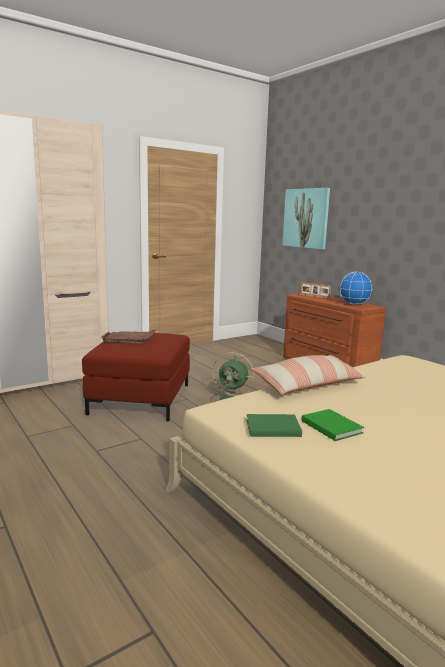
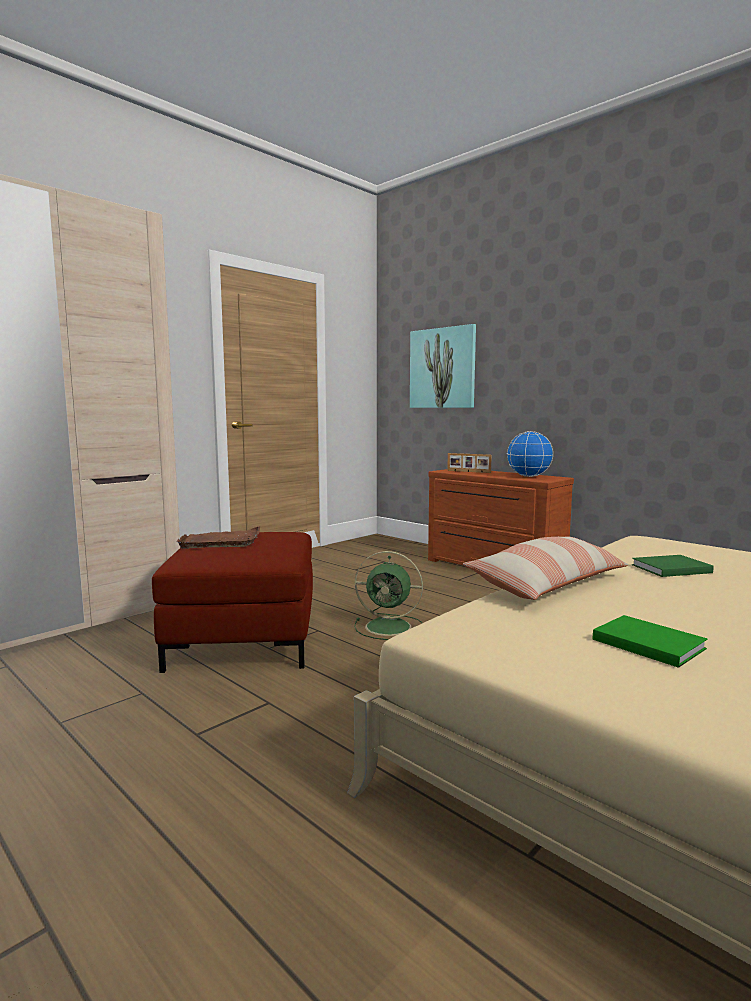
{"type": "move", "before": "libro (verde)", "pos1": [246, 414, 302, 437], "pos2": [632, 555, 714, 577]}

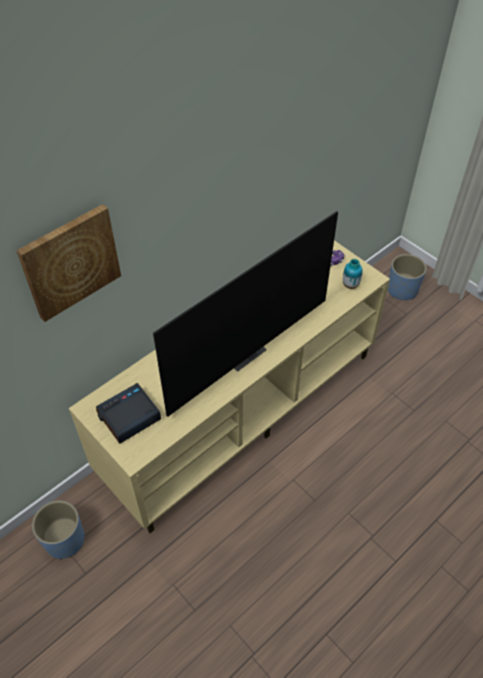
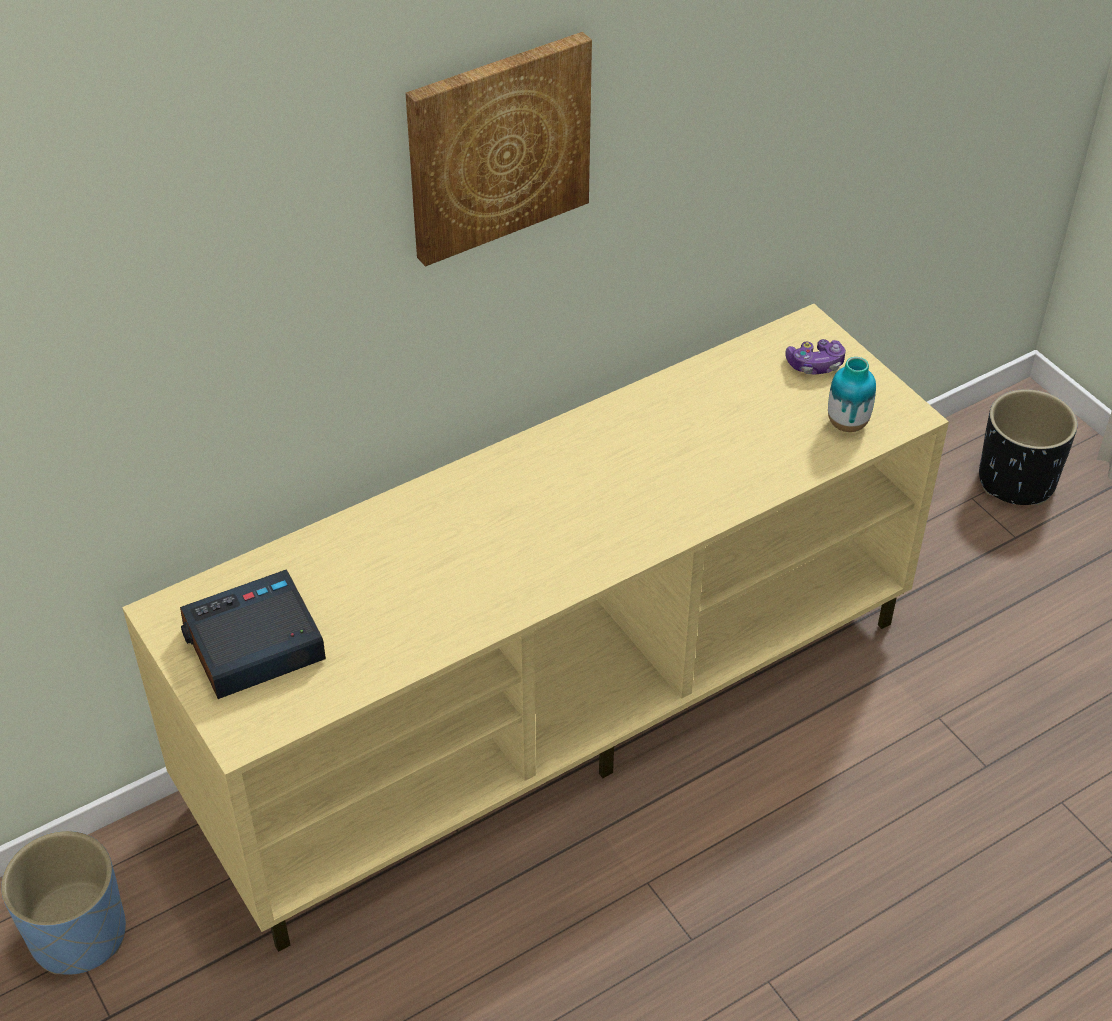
{"type": "delete", "before": "televisor", "pos1": [153, 211, 338, 417]}
{"type": "move", "before": "cuadro", "pos1": [16, 204, 121, 322], "pos2": [405, 32, 592, 267]}
{"type": "recolor", "before": "maceta (azul)", "after": "maceta (negro)", "pos1": [388, 254, 427, 300], "pos2": [979, 389, 1078, 505]}

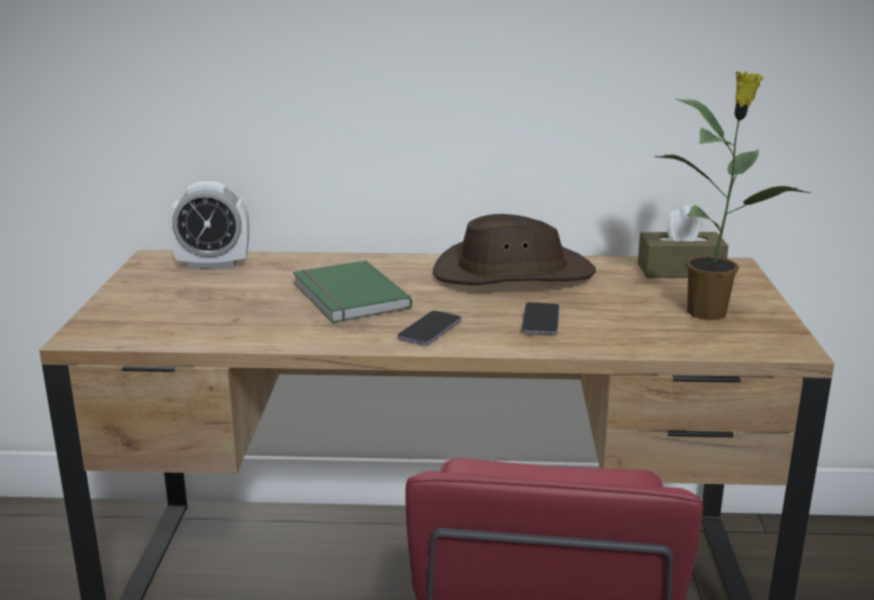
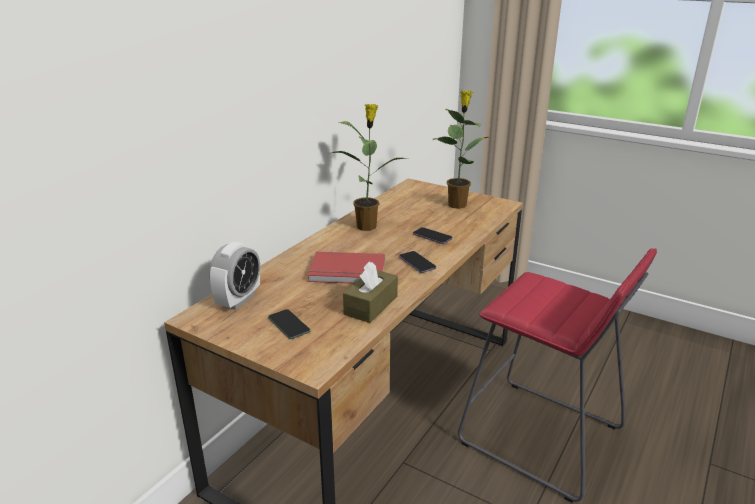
{"type": "insert", "after": "móvil", "pos2": [268, 309, 311, 339]}
{"type": "move", "before": "caja de pañuelos (marrón)", "pos1": [638, 205, 729, 278], "pos2": [343, 261, 398, 323]}
{"type": "replace", "before": "sombrero (marrón)", "after": "planta en maceta", "pos1": [433, 214, 596, 285], "pos2": [332, 103, 409, 231]}
{"type": "recolor", "before": "libro (verde)", "after": "libro (rojo)", "pos1": [293, 260, 412, 323], "pos2": [307, 252, 385, 284]}

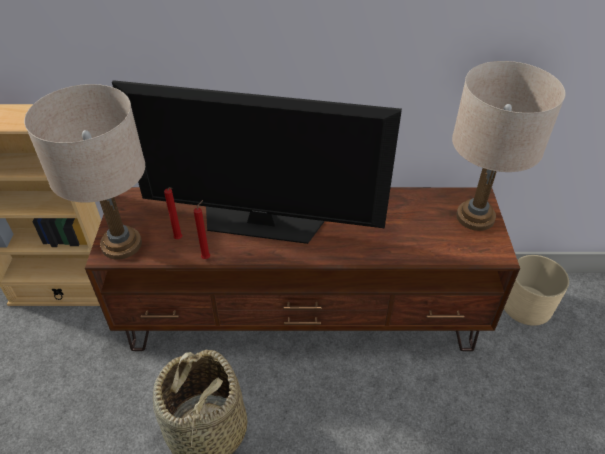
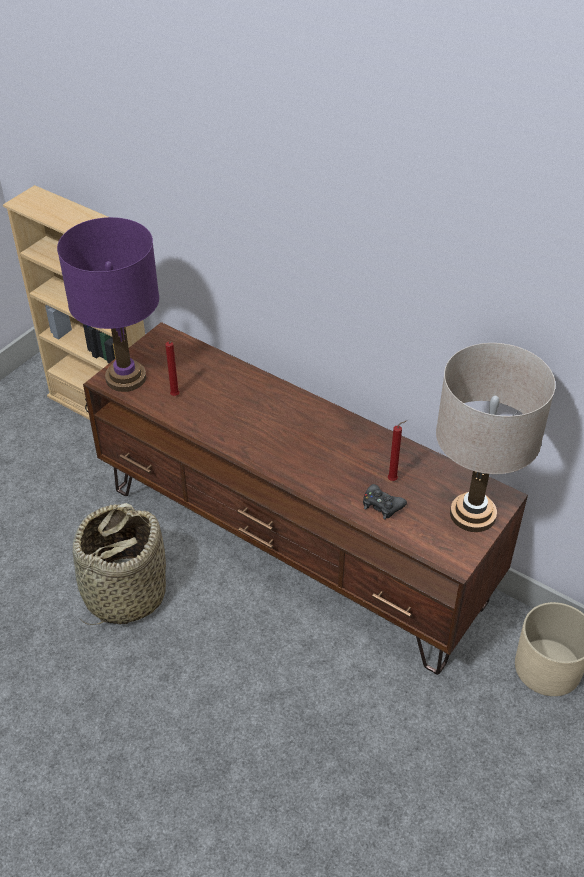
{"type": "delete", "before": "televisor", "pos1": [112, 80, 402, 244]}
{"type": "insert", "after": "mando de consola (negro)", "pos2": [363, 484, 407, 519]}
{"type": "move", "before": "vela (rojo)", "pos1": [194, 200, 210, 259], "pos2": [388, 420, 407, 481]}
{"type": "recolor", "before": "lámpara de mesa (beis)", "after": "lámpara de mesa (morado)", "pos1": [24, 84, 145, 260], "pos2": [57, 217, 159, 392]}

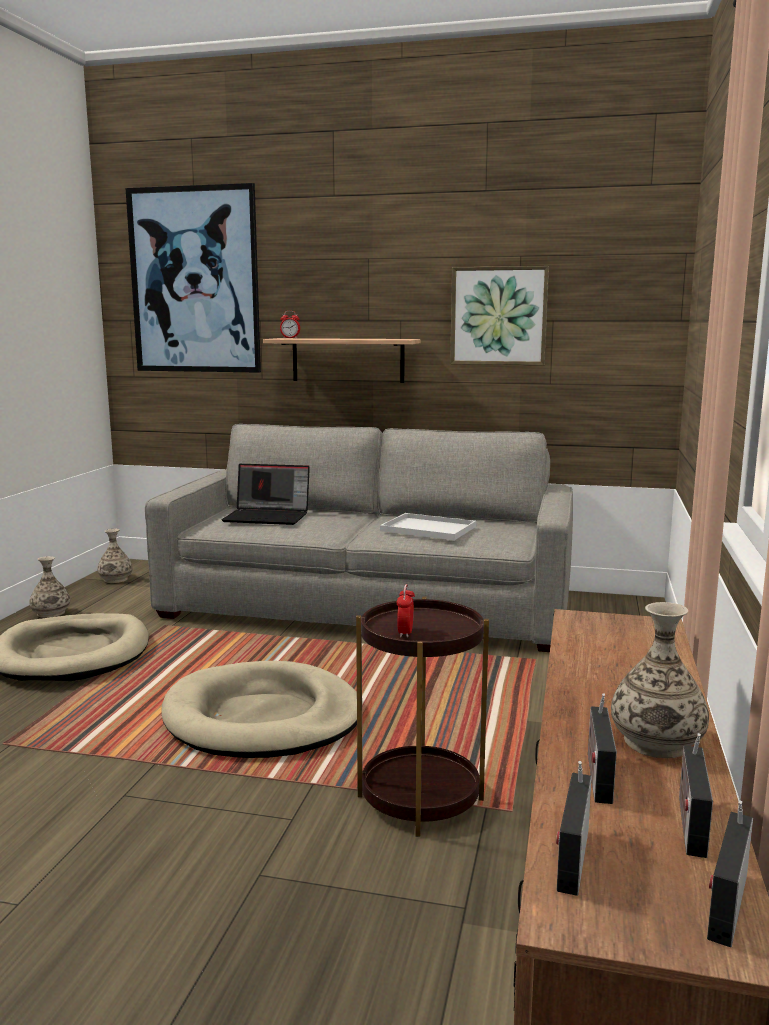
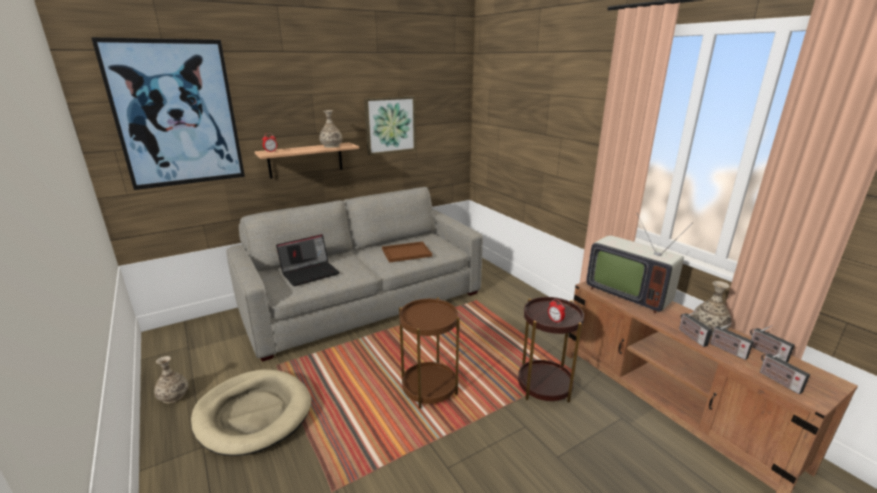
{"type": "insert", "after": "televisor", "pos2": [586, 213, 693, 314]}
{"type": "move", "before": "florero", "pos1": [97, 529, 133, 583], "pos2": [319, 110, 343, 148]}
{"type": "move", "before": "radio", "pos1": [707, 801, 753, 947], "pos2": [679, 310, 712, 347]}
{"type": "replace", "before": "cama para perro (beis)", "after": "mesa auxiliar (marrón)", "pos1": [161, 661, 357, 758], "pos2": [399, 298, 460, 409]}
{"type": "recolor", "before": "bandeja (blanco)", "after": "bandeja (marrón)", "pos1": [380, 513, 476, 540], "pos2": [382, 241, 432, 263]}

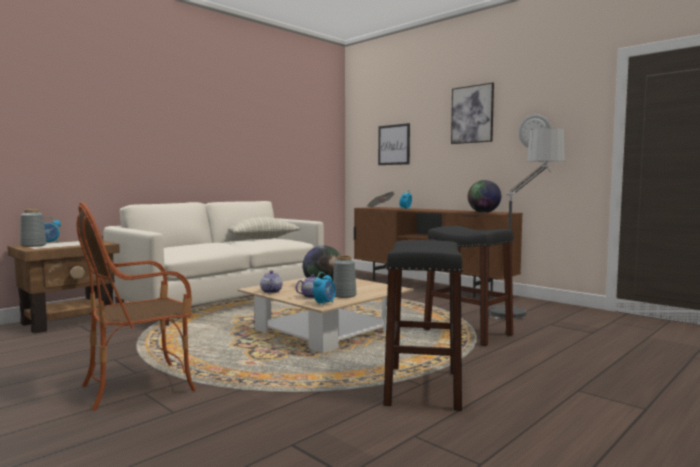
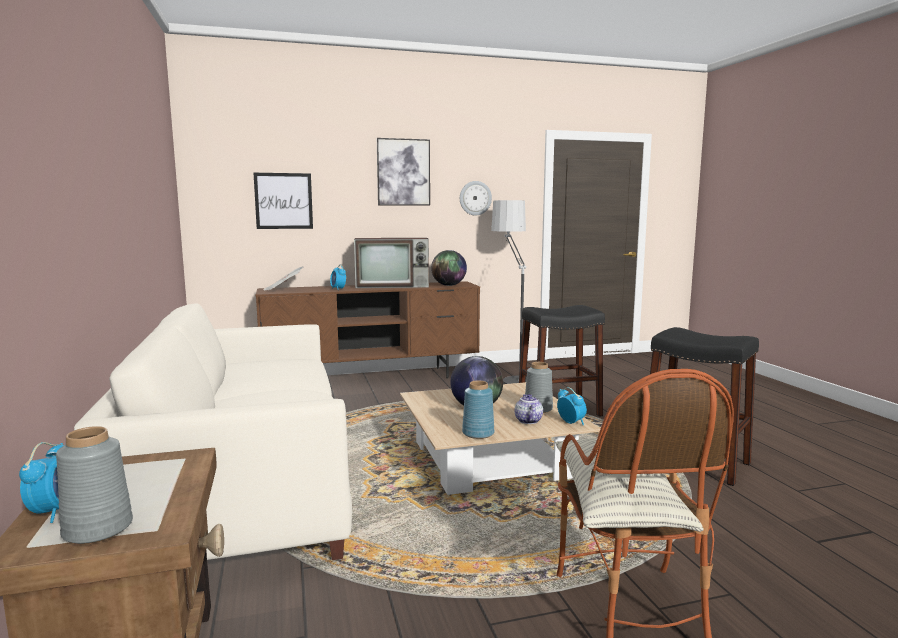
{"type": "insert", "after": "televisor", "pos2": [354, 238, 429, 289]}
{"type": "move", "before": "cojín", "pos1": [228, 217, 301, 239], "pos2": [555, 438, 704, 532]}
{"type": "replace", "before": "tetera", "after": "florero (azul)", "pos1": [260, 270, 283, 293], "pos2": [462, 381, 494, 439]}

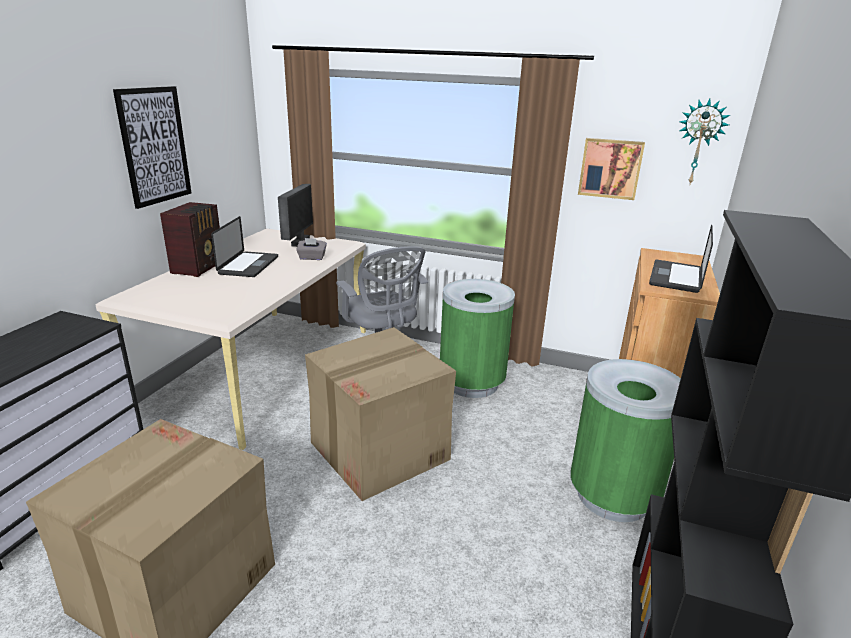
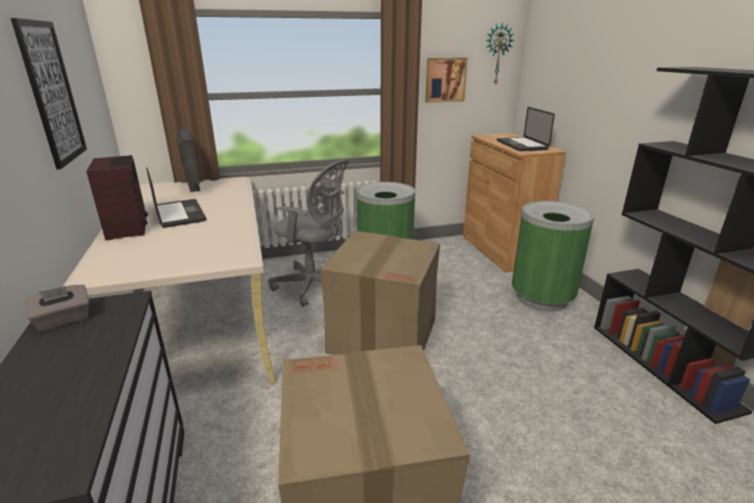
{"type": "move", "before": "caja de pañuelos (gris)", "pos1": [296, 238, 327, 260], "pos2": [25, 285, 89, 332]}

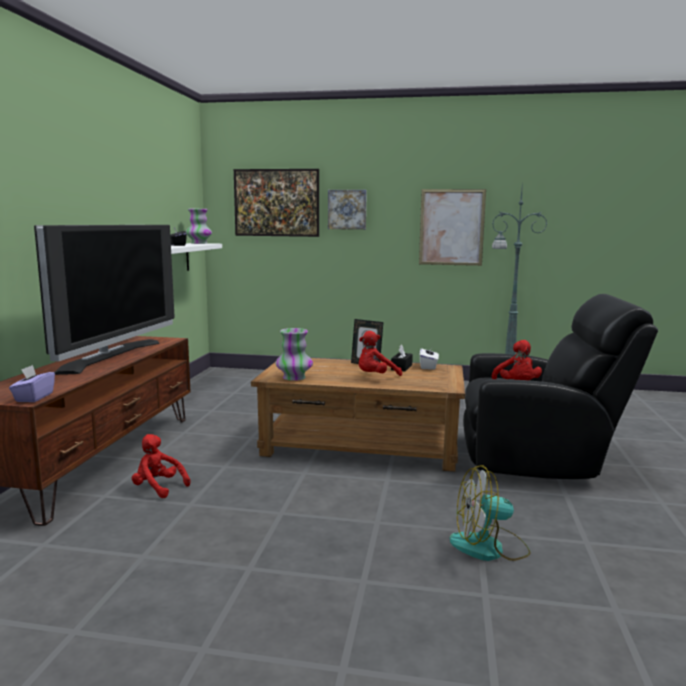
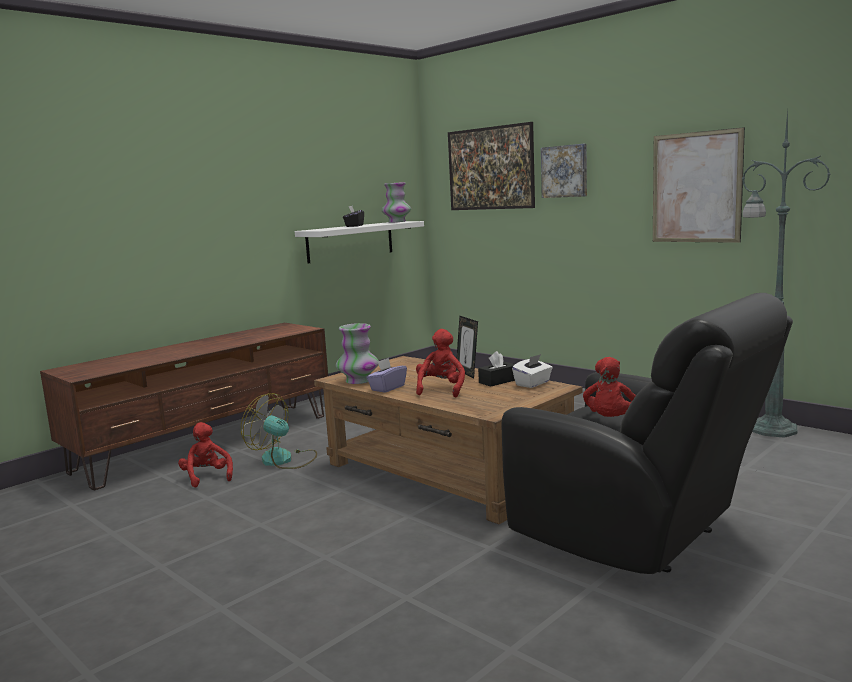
{"type": "delete", "before": "televisor", "pos1": [34, 225, 175, 375]}
{"type": "move", "before": "caja de pañuelos (morado)", "pos1": [9, 365, 55, 402], "pos2": [367, 358, 407, 393]}
{"type": "move", "before": "ventilador", "pos1": [450, 465, 530, 561], "pos2": [241, 393, 317, 469]}
{"type": "rotate", "before": "peluche (rojo)", "pos1": [359, 331, 402, 376], "pos2": [416, 329, 465, 397], "turn": 105}

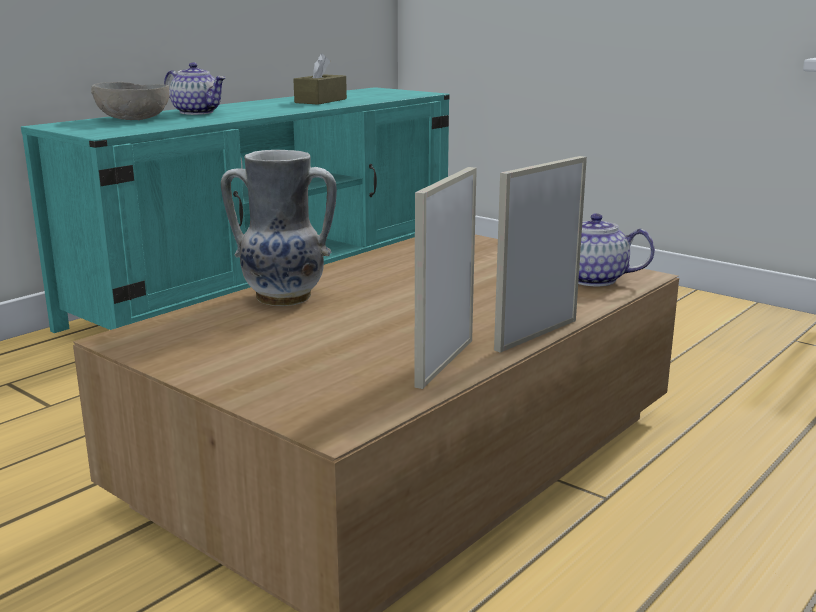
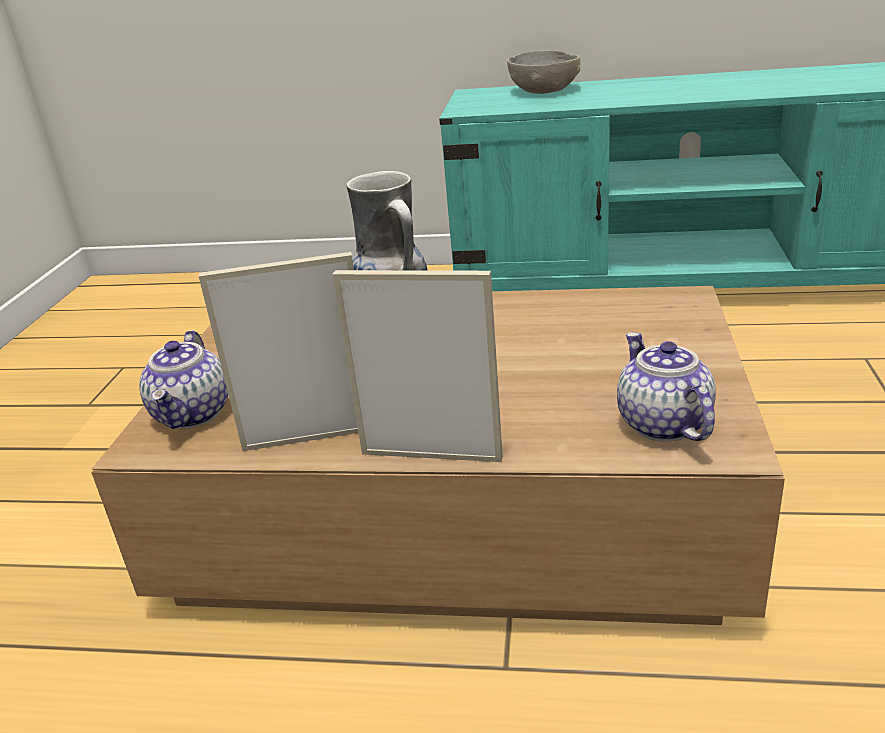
{"type": "delete", "before": "caja de pañuelos (marrón)", "pos1": [293, 53, 347, 105]}
{"type": "move", "before": "tetera", "pos1": [164, 62, 226, 115], "pos2": [139, 330, 229, 429]}

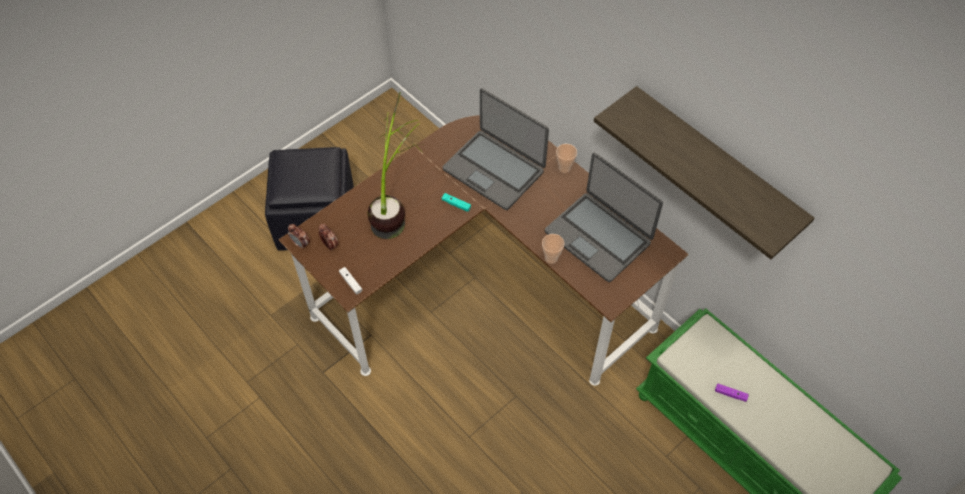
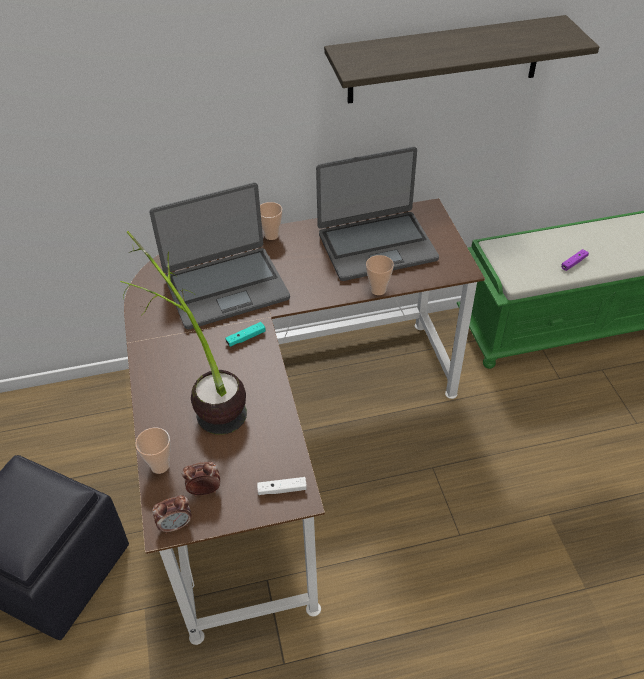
{"type": "insert", "after": "taza", "pos2": [135, 428, 171, 474]}

